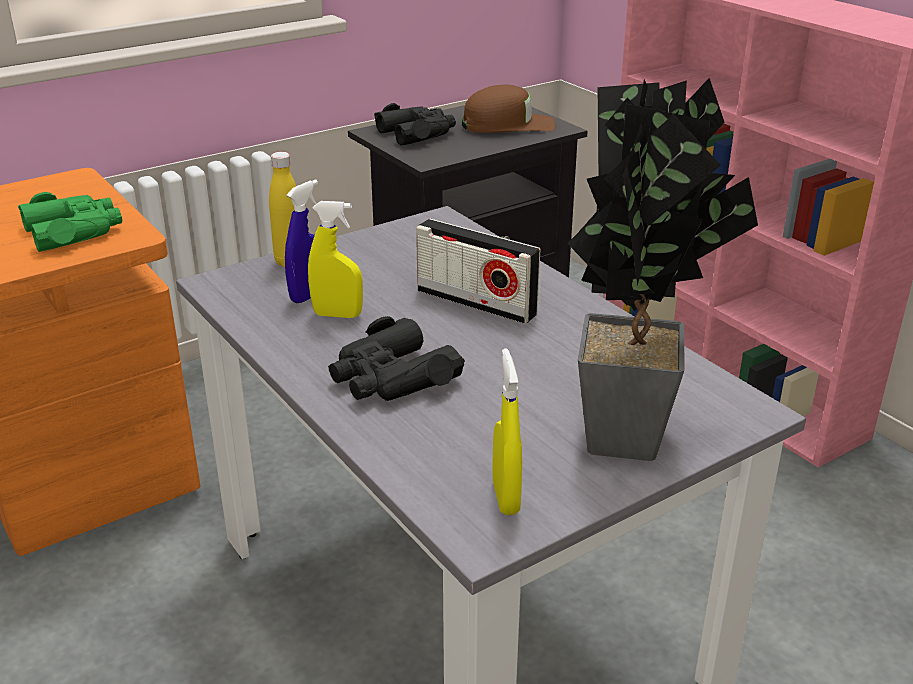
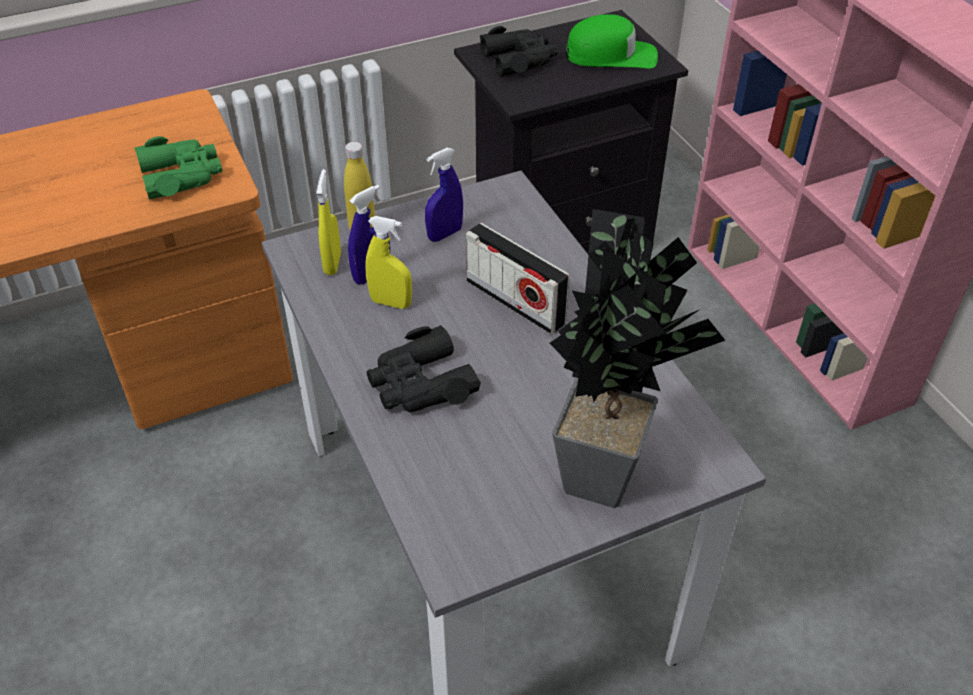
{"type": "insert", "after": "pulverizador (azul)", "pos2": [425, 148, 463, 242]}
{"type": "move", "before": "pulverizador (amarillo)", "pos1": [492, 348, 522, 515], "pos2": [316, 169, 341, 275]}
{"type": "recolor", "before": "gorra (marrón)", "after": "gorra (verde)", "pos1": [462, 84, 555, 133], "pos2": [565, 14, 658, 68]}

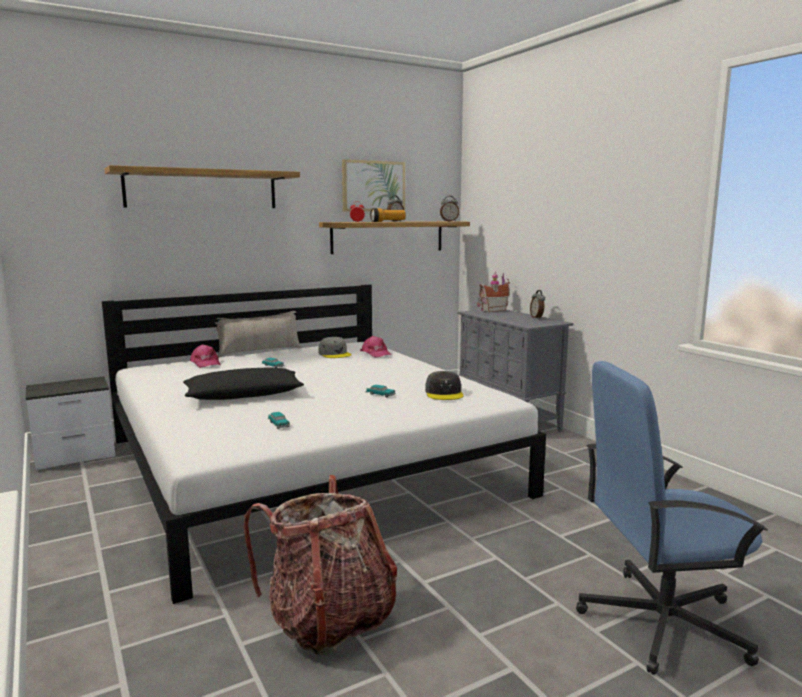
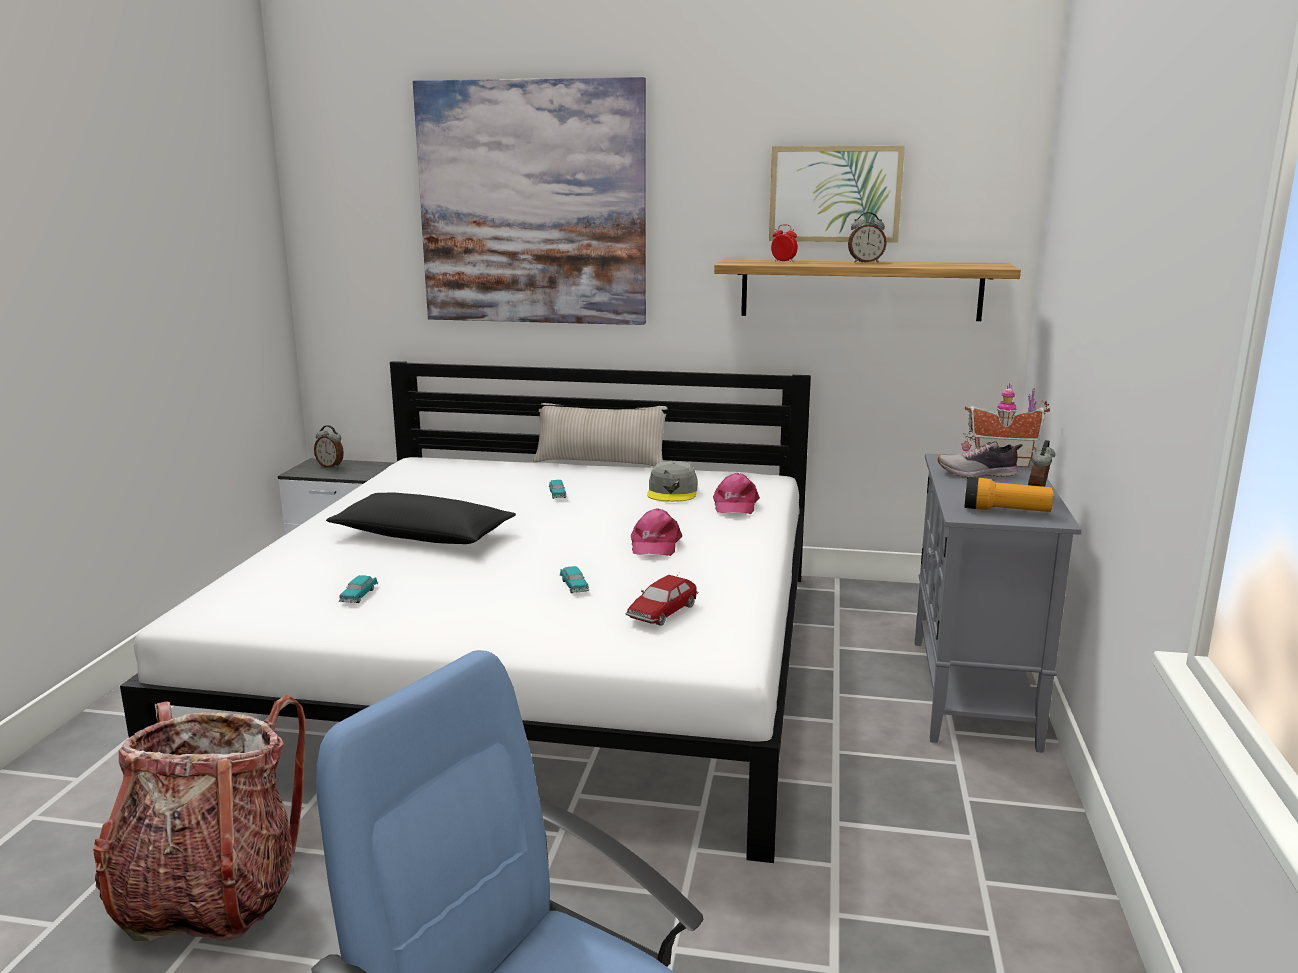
{"type": "insert", "after": "zapato", "pos2": [938, 441, 1022, 478]}
{"type": "move", "before": "gorra (rosa)", "pos1": [190, 344, 220, 368], "pos2": [631, 508, 682, 556]}
{"type": "move", "before": "linterna", "pos1": [370, 208, 406, 222], "pos2": [964, 477, 1053, 512]}
{"type": "move", "before": "despertador", "pos1": [440, 196, 459, 221], "pos2": [314, 425, 344, 469]}
{"type": "replace", "before": "estante", "after": "cuadro", "pos1": [105, 165, 300, 208], "pos2": [413, 77, 646, 325]}
{"type": "replace", "before": "gorra (gris)", "after": "coche de juguete", "pos1": [425, 371, 463, 400], "pos2": [625, 575, 698, 625]}

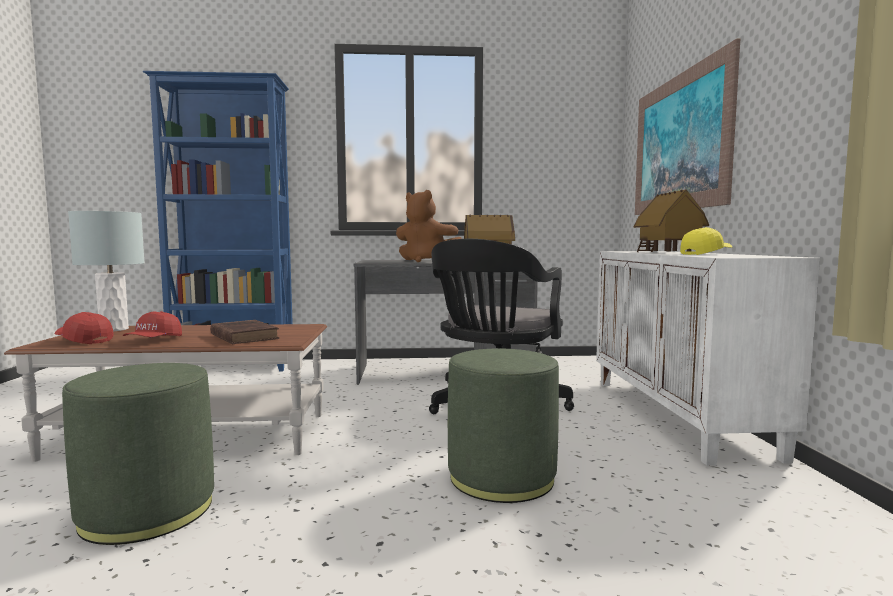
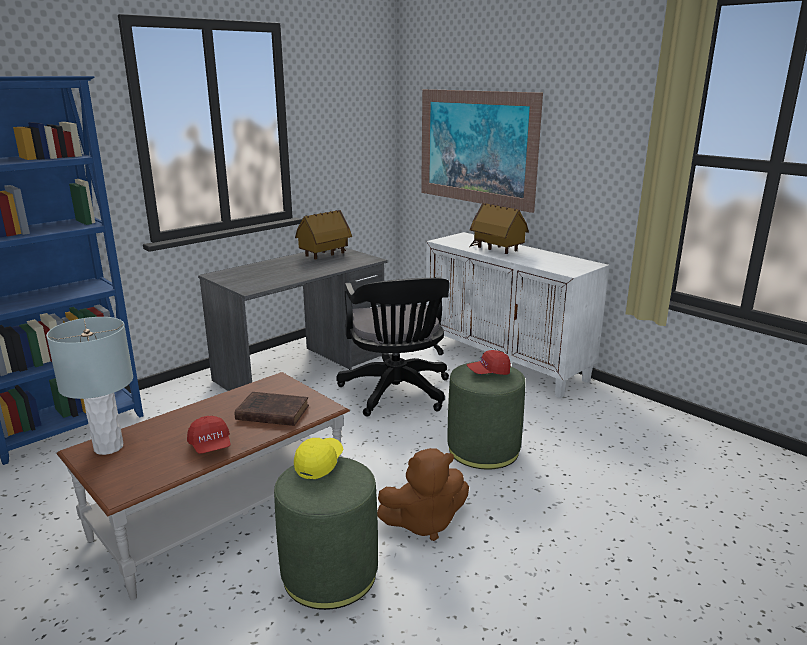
{"type": "move", "before": "gorra (rojo)", "pos1": [54, 312, 114, 344], "pos2": [467, 350, 511, 375]}
{"type": "move", "before": "peluche (marrón)", "pos1": [396, 190, 462, 262], "pos2": [377, 448, 469, 541]}
{"type": "move", "before": "gorra (amarillo)", "pos1": [680, 227, 732, 255], "pos2": [294, 438, 343, 479]}

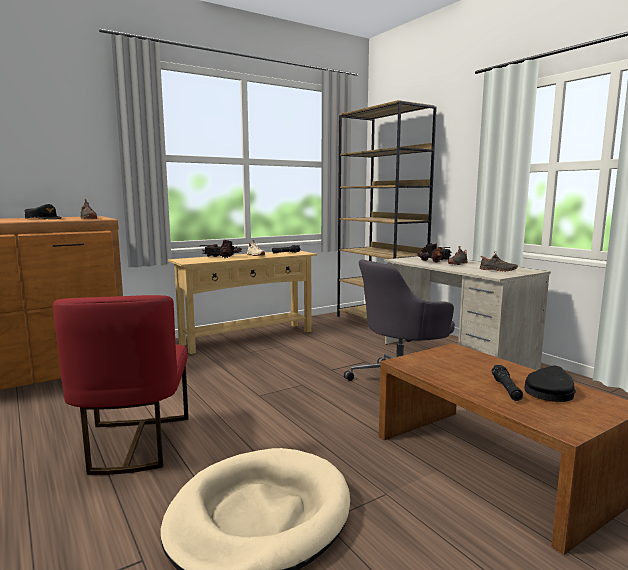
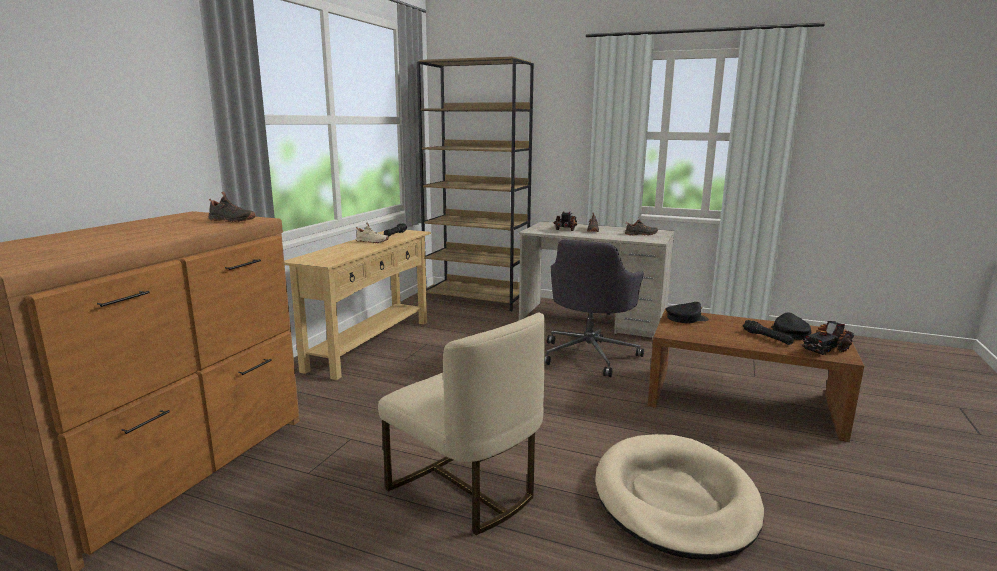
{"type": "move", "before": "gorra (negro)", "pos1": [25, 204, 62, 219], "pos2": [666, 302, 709, 324]}
{"type": "move", "before": "camión de juguete", "pos1": [200, 240, 242, 258], "pos2": [801, 321, 854, 355]}
{"type": "recolor", "before": "silla (rojo)", "after": "silla (beis)", "pos1": [53, 295, 189, 475], "pos2": [378, 313, 546, 535]}

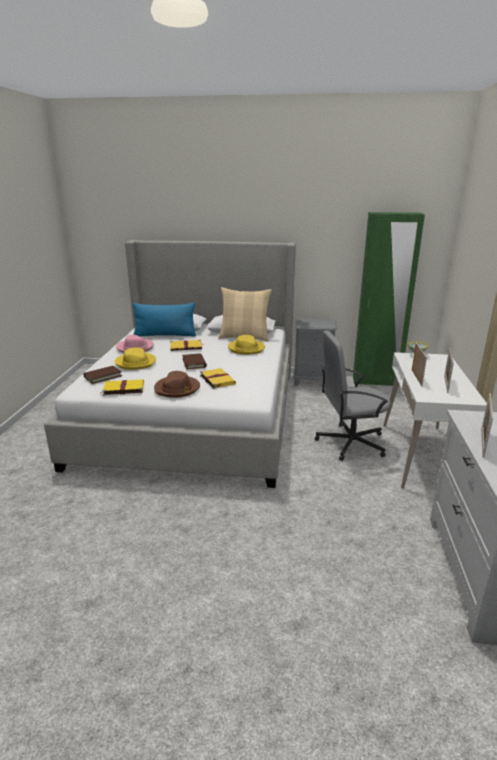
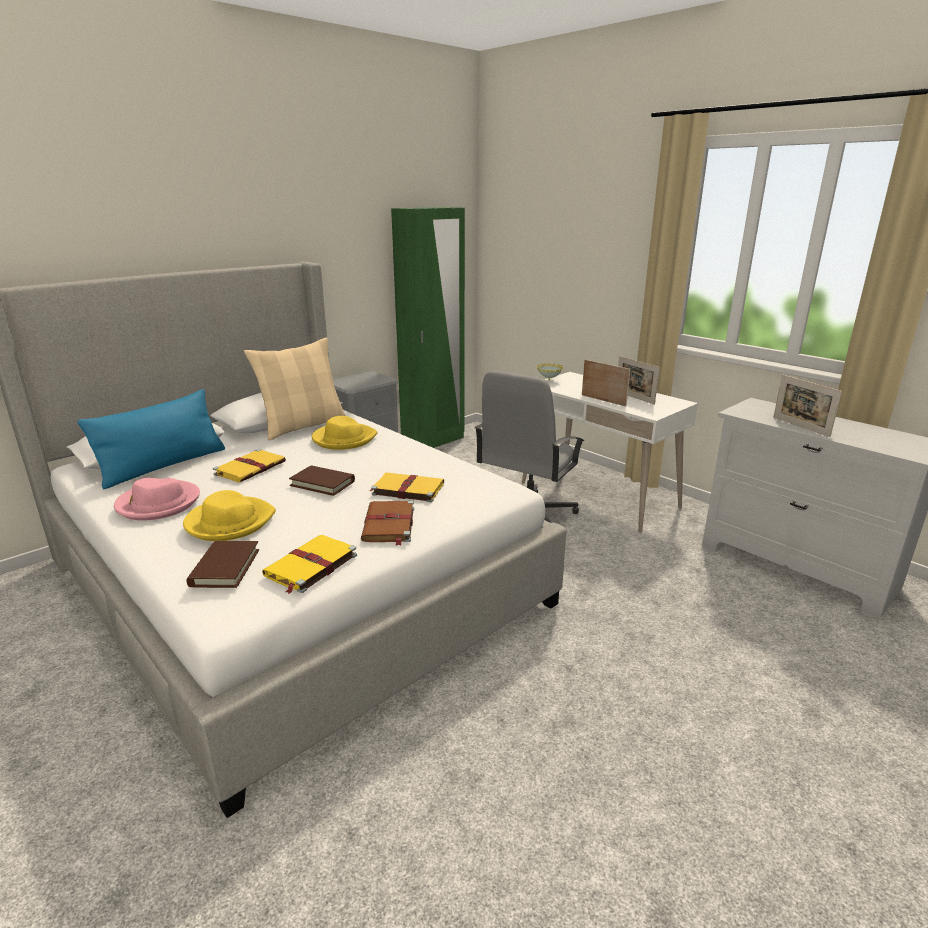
{"type": "replace", "before": "sombrero (marrón)", "after": "libro (marrón)", "pos1": [154, 371, 200, 398], "pos2": [361, 501, 414, 546]}

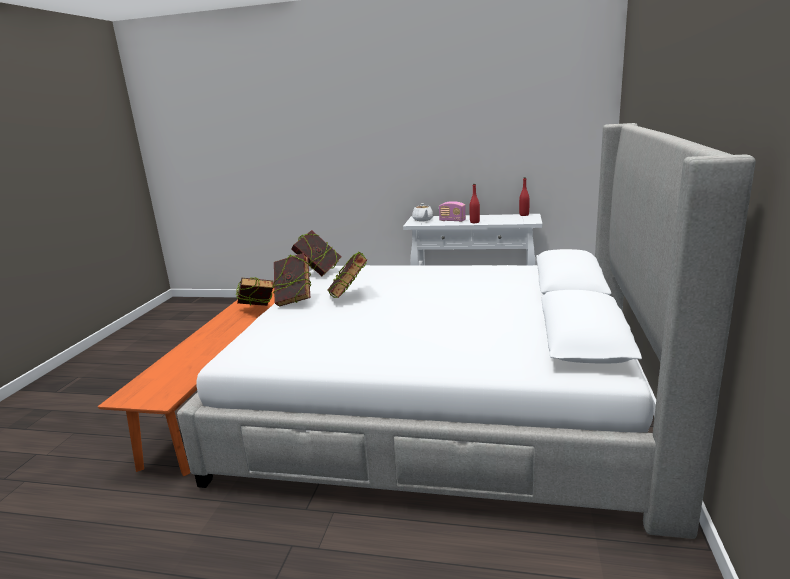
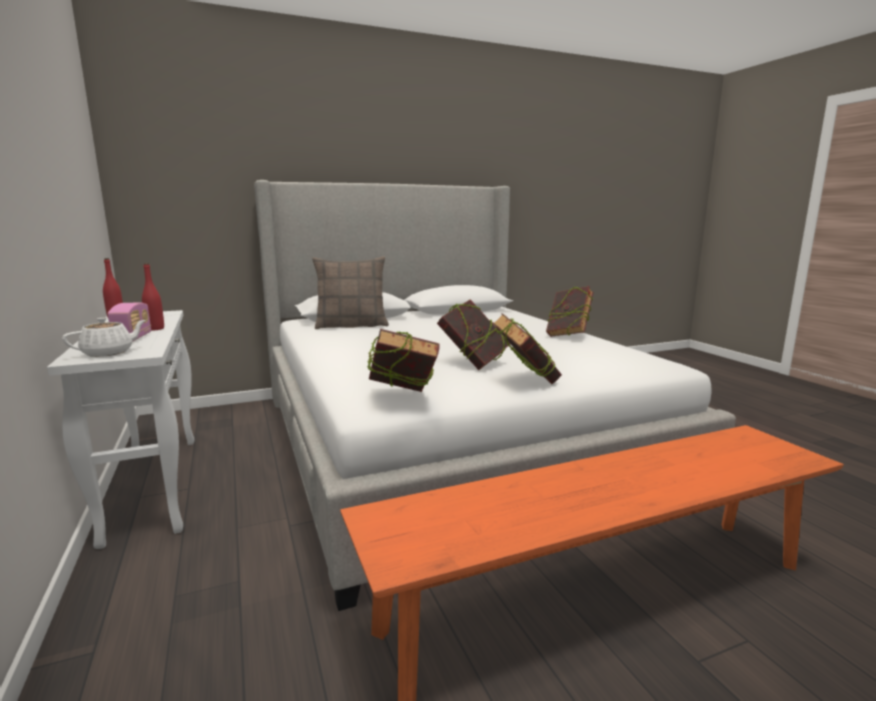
{"type": "insert", "after": "cojín", "pos2": [312, 256, 389, 329]}
{"type": "move", "before": "libro", "pos1": [236, 278, 274, 306], "pos2": [546, 286, 593, 337]}

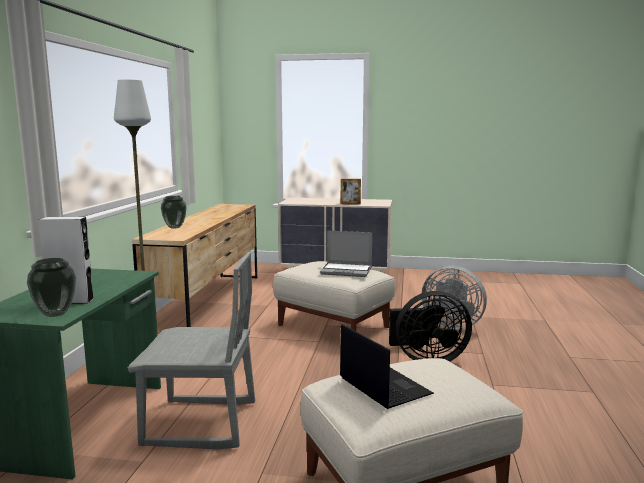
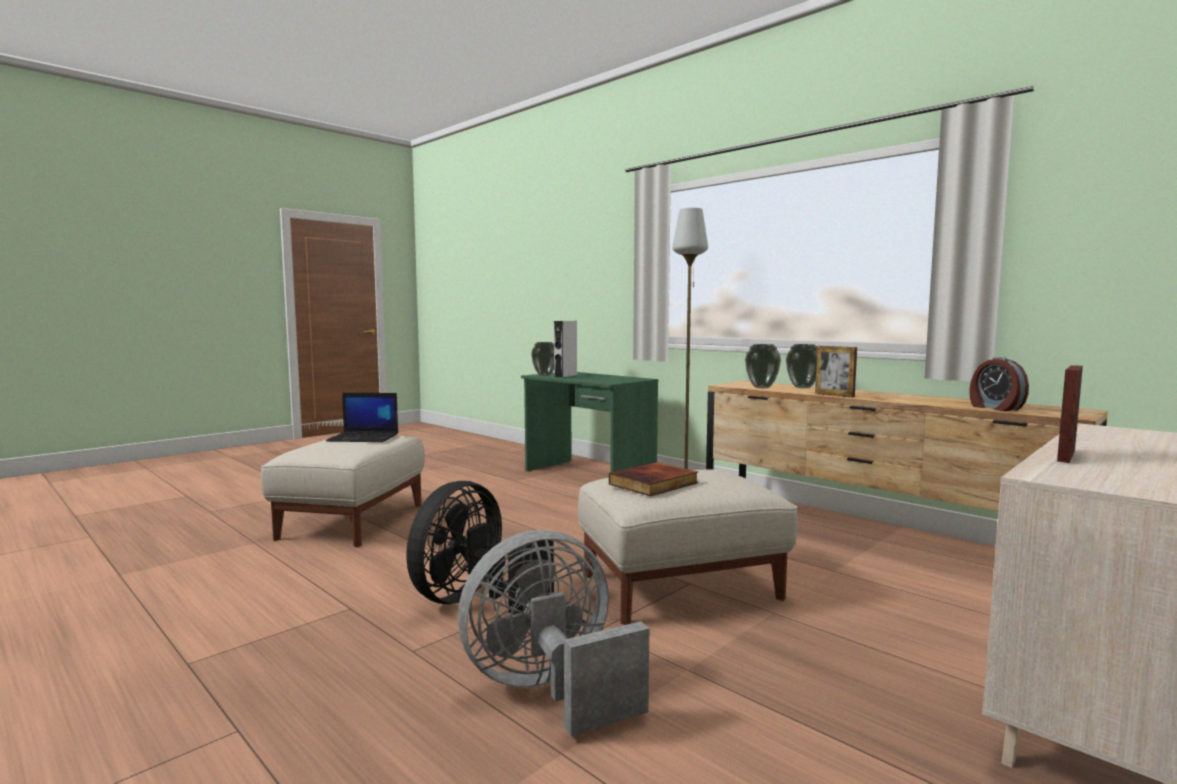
{"type": "delete", "before": "silla (gris)", "pos1": [128, 252, 255, 449]}
{"type": "insert", "after": "florero", "pos2": [745, 344, 781, 388]}
{"type": "insert", "after": "portarretratos", "pos2": [815, 346, 857, 398]}
{"type": "insert", "after": "despertador", "pos2": [969, 357, 1029, 411]}
{"type": "replace", "before": "portátil", "after": "libro", "pos1": [320, 231, 372, 277], "pos2": [609, 462, 698, 496]}

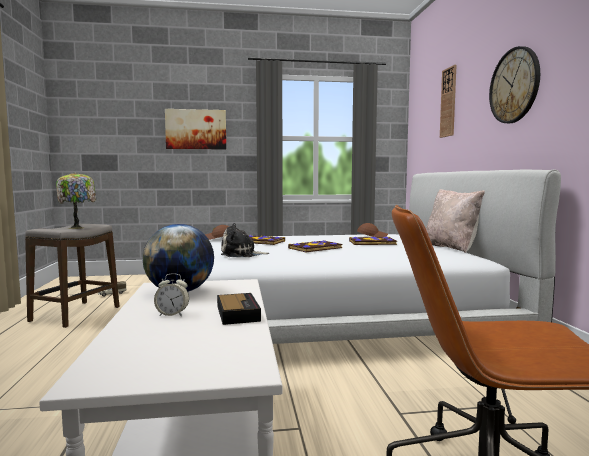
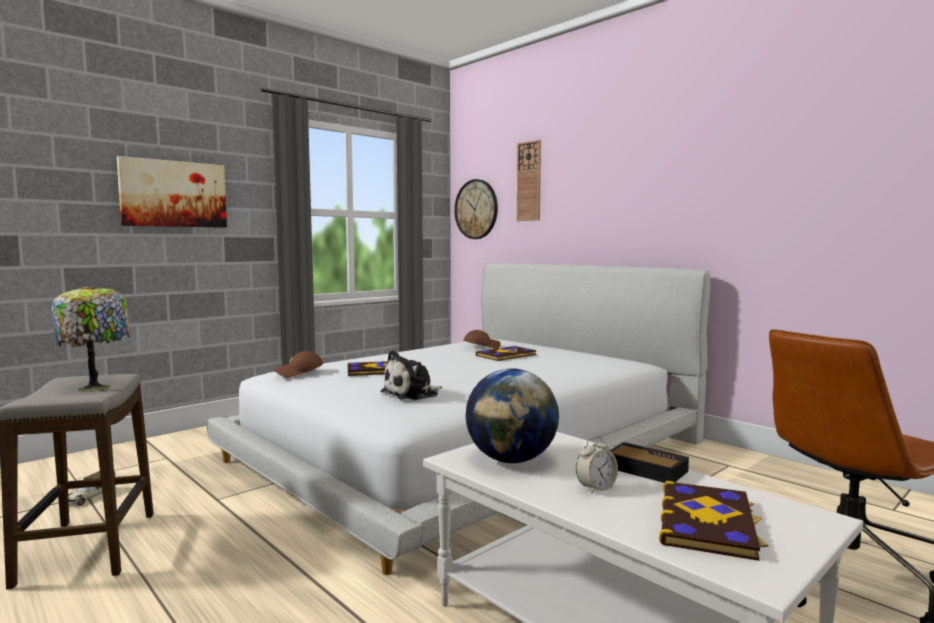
{"type": "delete", "before": "cojín (beis)", "pos1": [426, 189, 485, 253]}
{"type": "move", "before": "libro", "pos1": [288, 240, 342, 252], "pos2": [659, 481, 768, 561]}
{"type": "move", "before": "reloj de pared", "pos1": [489, 46, 540, 123], "pos2": [454, 179, 498, 239]}

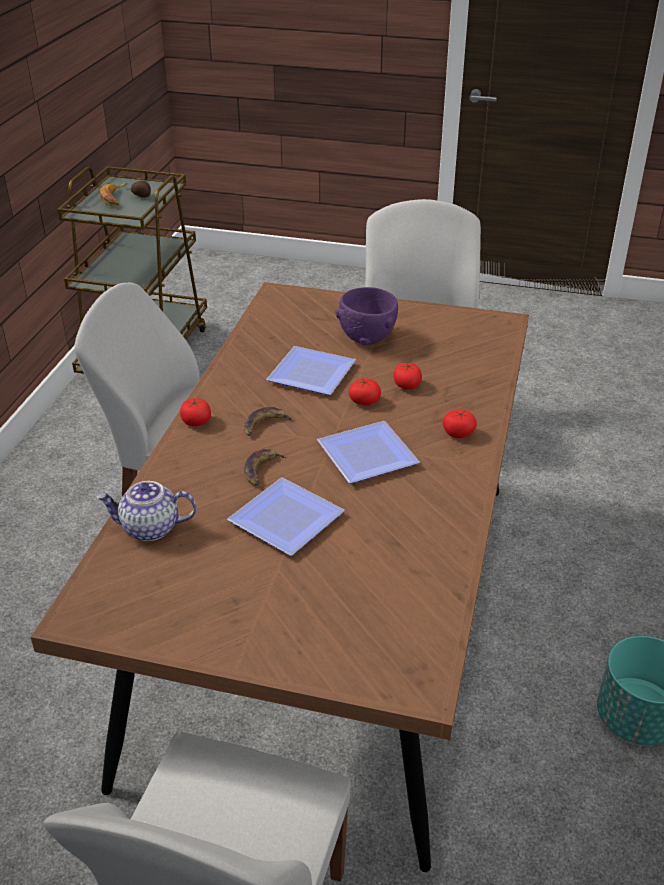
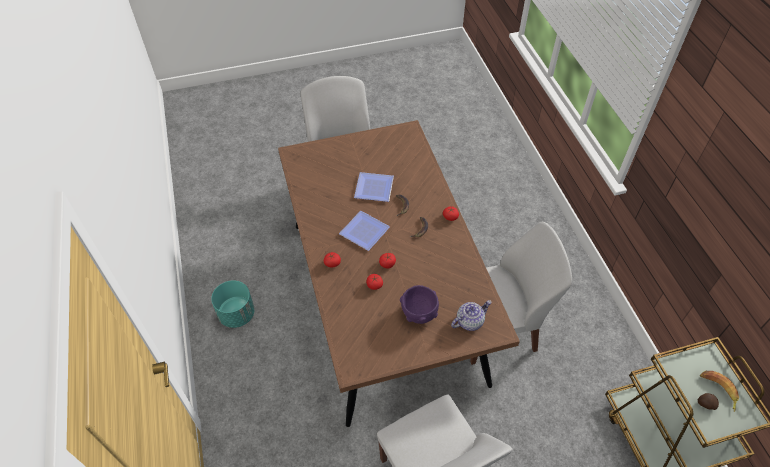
{"type": "delete", "before": "plato", "pos1": [266, 346, 356, 395]}
{"type": "move", "before": "tetera", "pos1": [96, 481, 197, 541], "pos2": [451, 300, 492, 331]}

